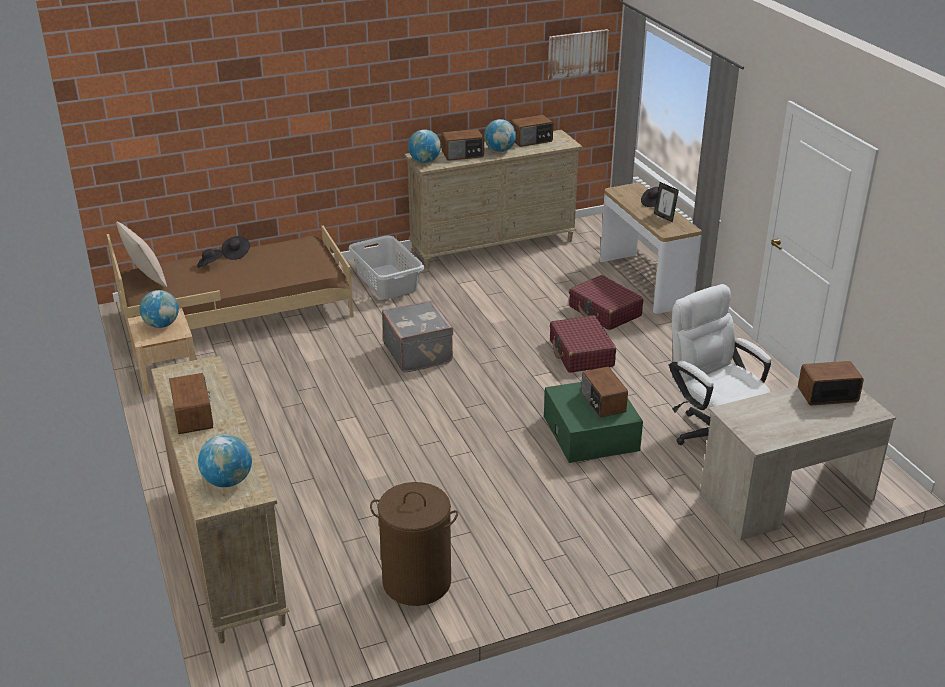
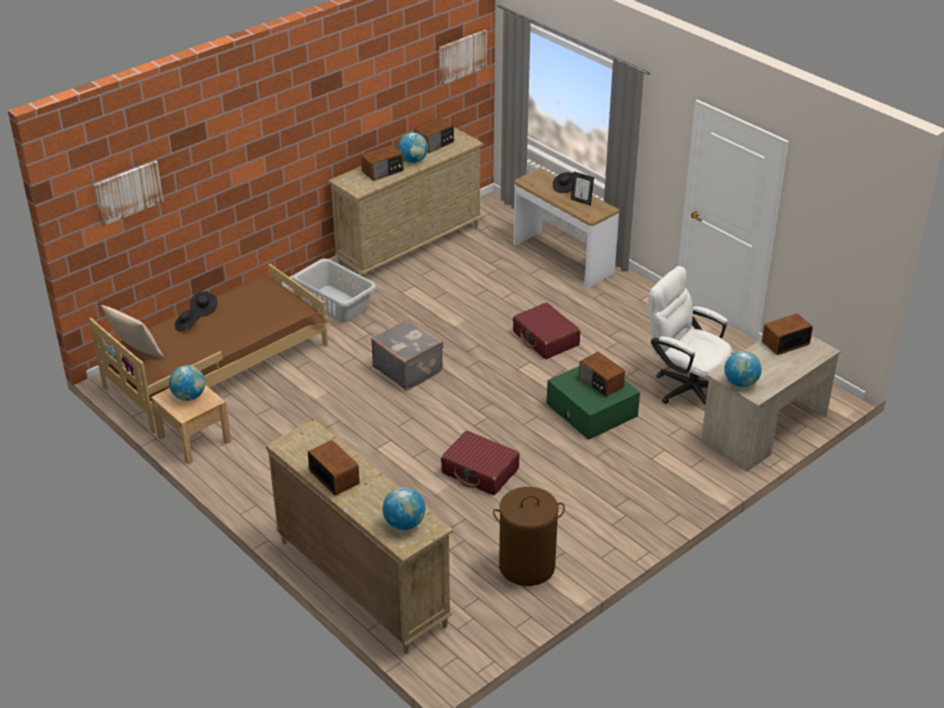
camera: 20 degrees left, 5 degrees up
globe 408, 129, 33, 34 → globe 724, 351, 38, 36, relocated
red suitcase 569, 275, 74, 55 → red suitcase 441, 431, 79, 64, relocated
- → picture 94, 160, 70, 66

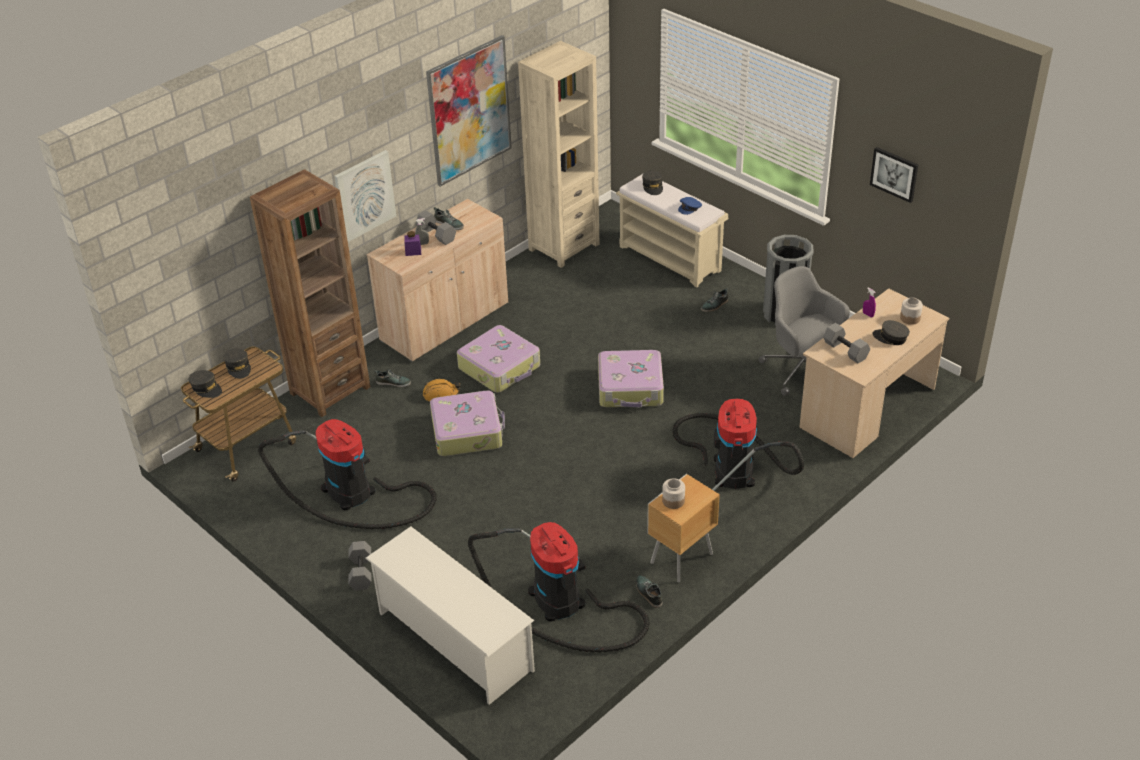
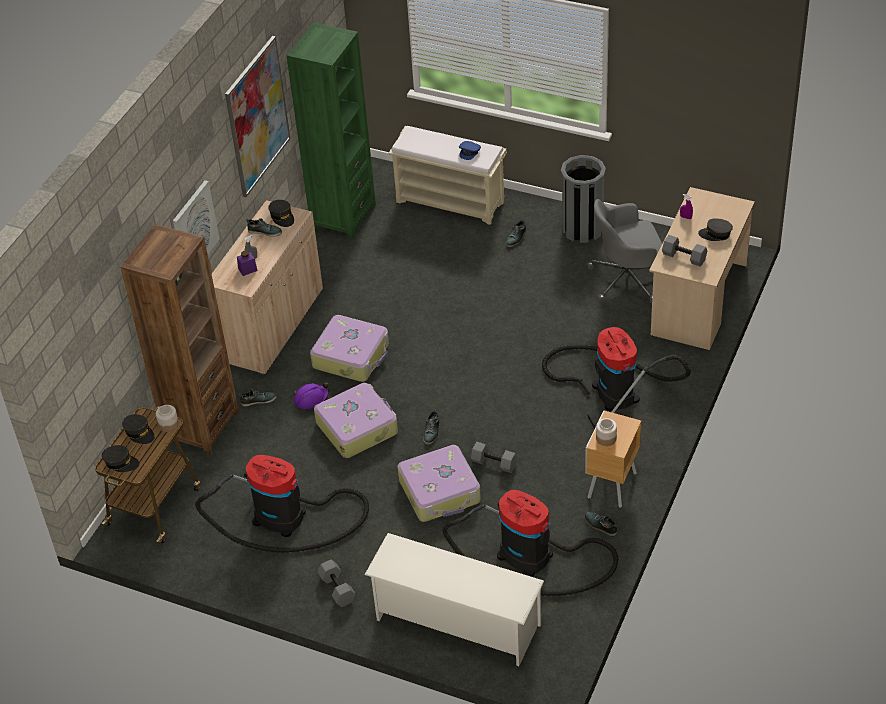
camera: 20 degrees left, 5 degrees up
grey dumbbell 416, 211, 40, 34 → grey dumbbell 471, 442, 46, 31, relocated
orange hard hat 423, 379, 37, 23 → purple hard hat 293, 383, 36, 26
beige bookcase 518, 41, 81, 227 → green bookcase 287, 22, 89, 217
suitcase 598, 350, 66, 57 → suitcase 397, 445, 84, 77, relocated
grey cap 642, 171, 21, 24 → grey cap 268, 200, 26, 27, relocated
grey office chair 759, 266, 91, 130 → grey office chair 587, 199, 75, 105, 45 degrees counterclockwise
picture 870, 147, 48, 56 → -
jar 900, 298, 23, 27 → jar 156, 405, 23, 27, relocated
- → shoe 423, 409, 16, 36

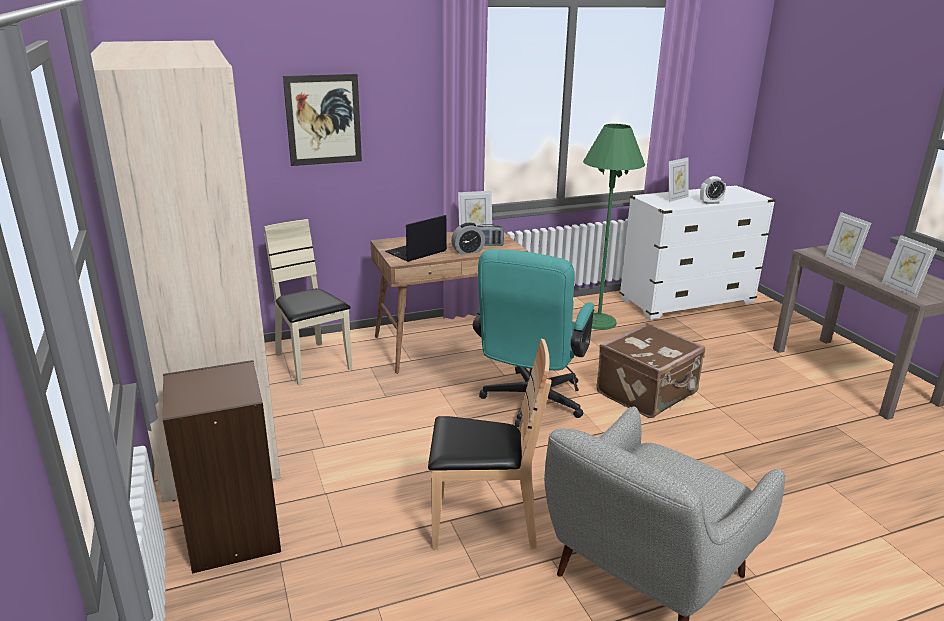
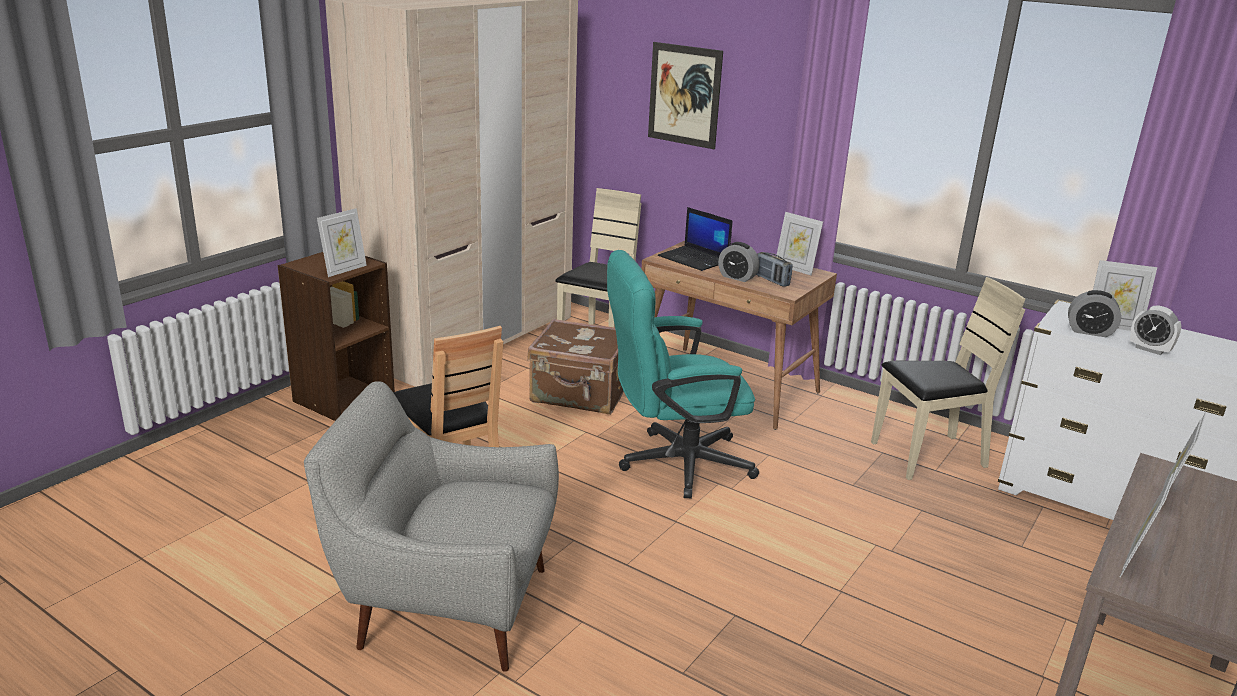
camera: 55 degrees right, 0 degrees up
laptop 385, 215, 62, 47 → laptop 658, 207, 75, 64, 150 degrees counterclockwise
green floor lamp 583, 124, 62, 206 → beige chair 871, 277, 154, 203
brown suitcase 596, 323, 109, 95 → brown suitcase 527, 319, 97, 95, relocated
- → picture frame 317, 208, 50, 69
- → alarm clock 1068, 290, 53, 47

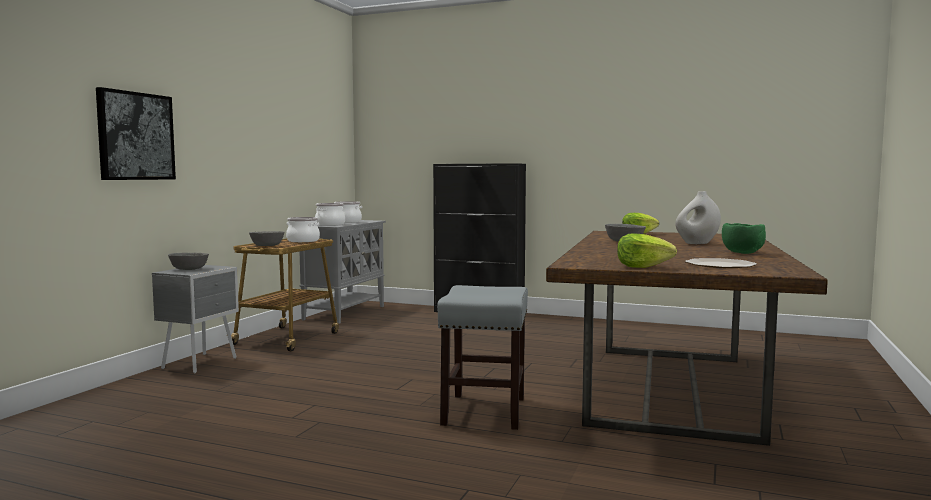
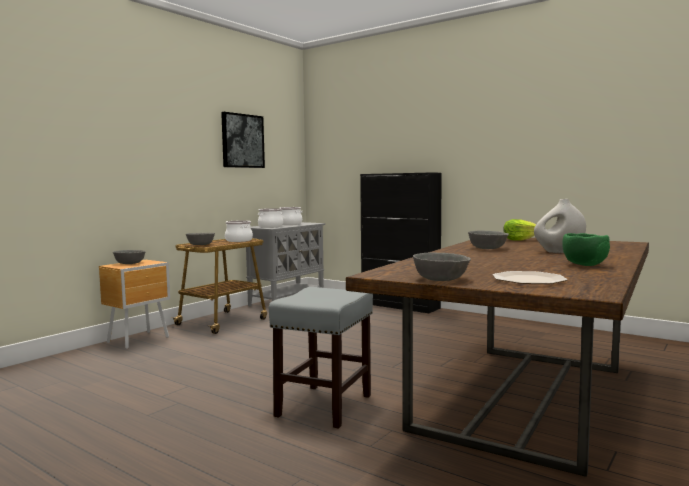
camera: 15 degrees right, 0 degrees up
picture 96, 87, 80, 93 → picture 221, 112, 44, 56, relocated
grey nightstand 152, 265, 87, 109 → brown nightstand 99, 260, 71, 89
lettuce 617, 233, 60, 35 → grey bowl 413, 253, 58, 28

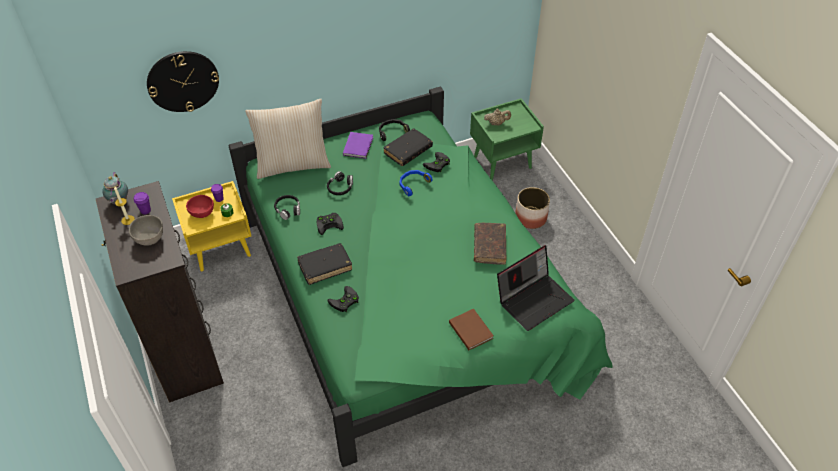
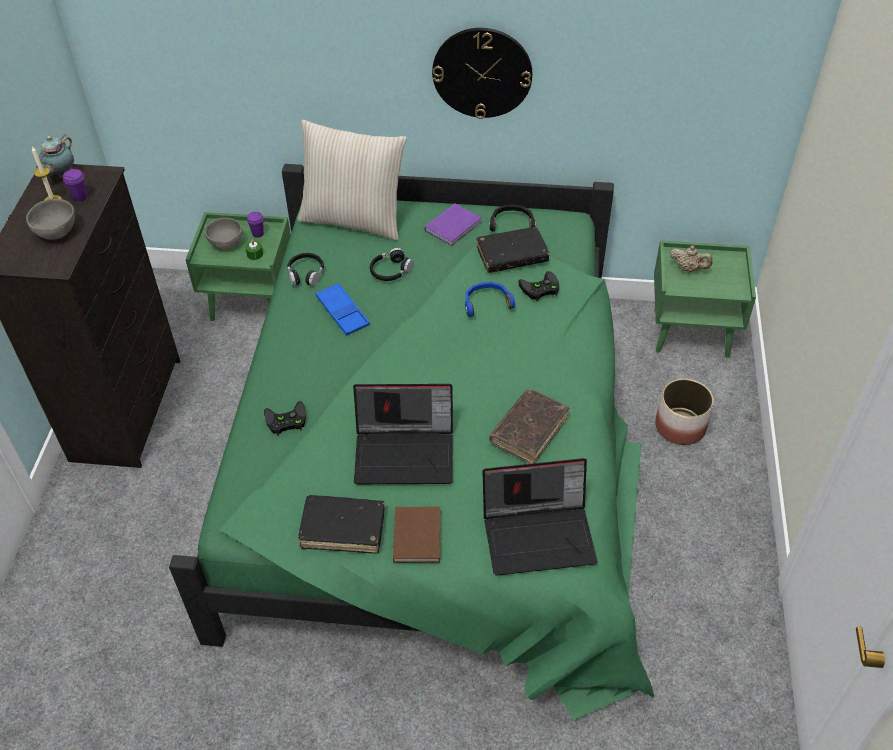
camera: 30 degrees right, 0 degrees up
wall clock 147, 51, 72, 61 → wall clock 432, 28, 100, 91, relocated
yellow nightstand 172, 181, 79, 91 → green nightstand 185, 212, 106, 109
red bowl 186, 195, 28, 23 → grey bowl 205, 218, 37, 31
black book 297, 243, 55, 42 → black book 298, 495, 87, 59, relocated
black game controller 317, 213, 27, 22 → blue tray 316, 283, 54, 53
- → laptop 353, 384, 100, 100

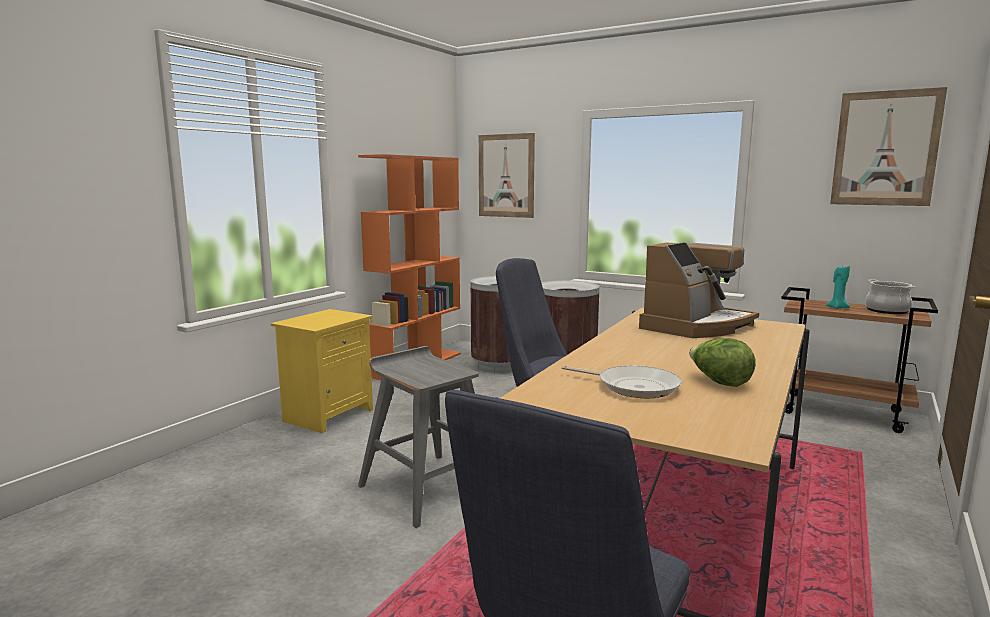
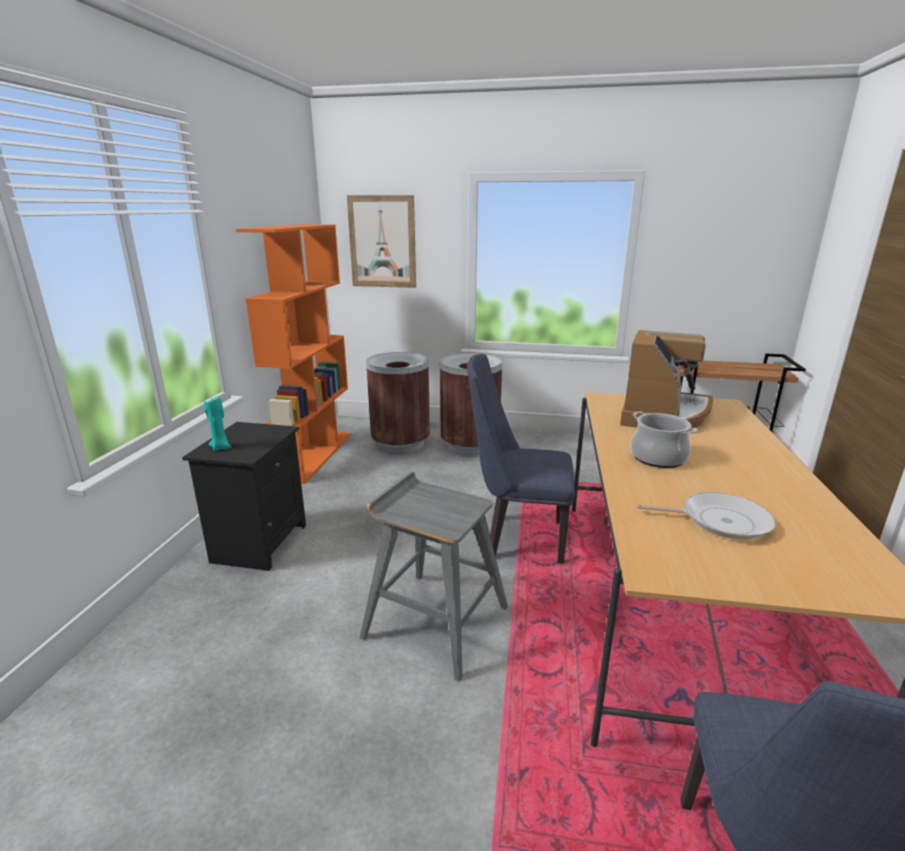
camera: 20 degrees left, 10 degrees up
yellow nightstand 271, 309, 102, 124 → black nightstand 182, 422, 124, 149
lettuce 689, 338, 67, 49 → -
turquoise candle 826, 264, 24, 45 → turquoise candle 204, 396, 27, 55, relocated
picture 830, 87, 117, 119 → -
cooking pot 865, 279, 51, 35 → cooking pot 630, 411, 68, 57, relocated

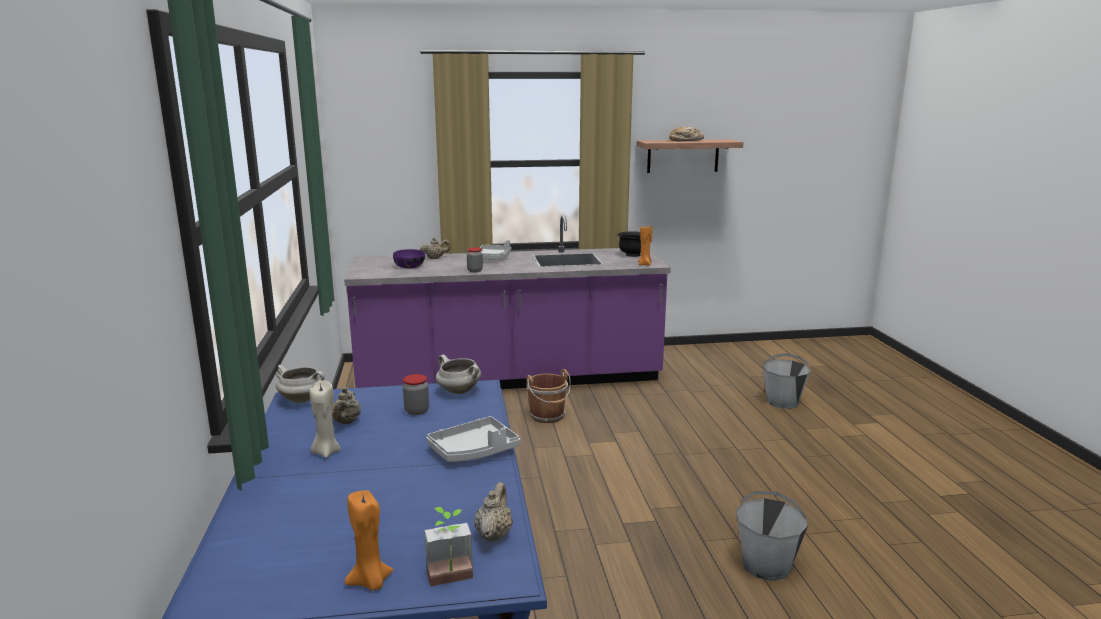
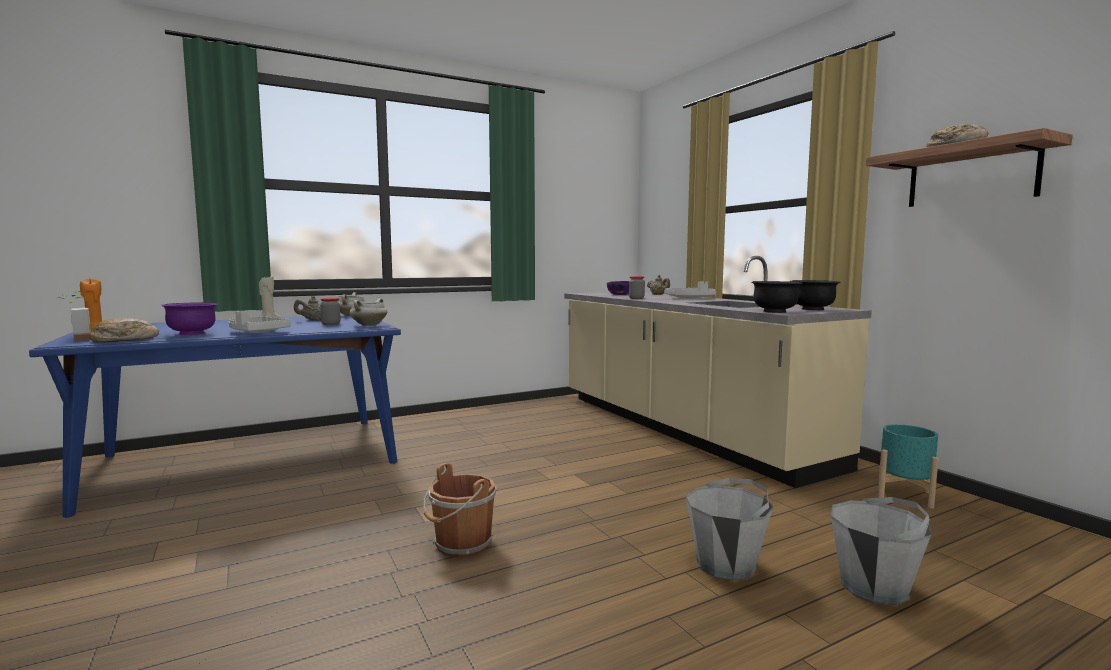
camera: 70 degrees right, 10 degrees down
purple counter 344, 215, 327, 174 → beige counter 564, 256, 308, 232
beige teapot 474, 482, 39, 60 → bread 90, 318, 69, 25
brown bucket 526, 369, 45, 54 → brown bucket 423, 463, 75, 94, relocated
orange candle 638, 226, 14, 40 → black bowl 752, 281, 51, 32
grey bucket 736, 491, 73, 90 → grey bucket 686, 478, 87, 103, relocated
- → purple bowl 161, 302, 57, 33
- → turquoise planter 878, 424, 61, 85

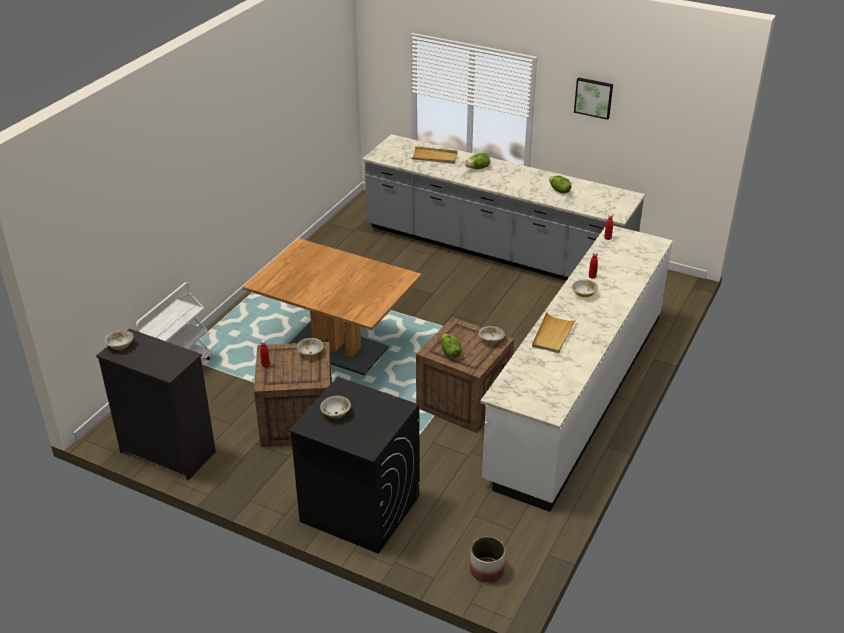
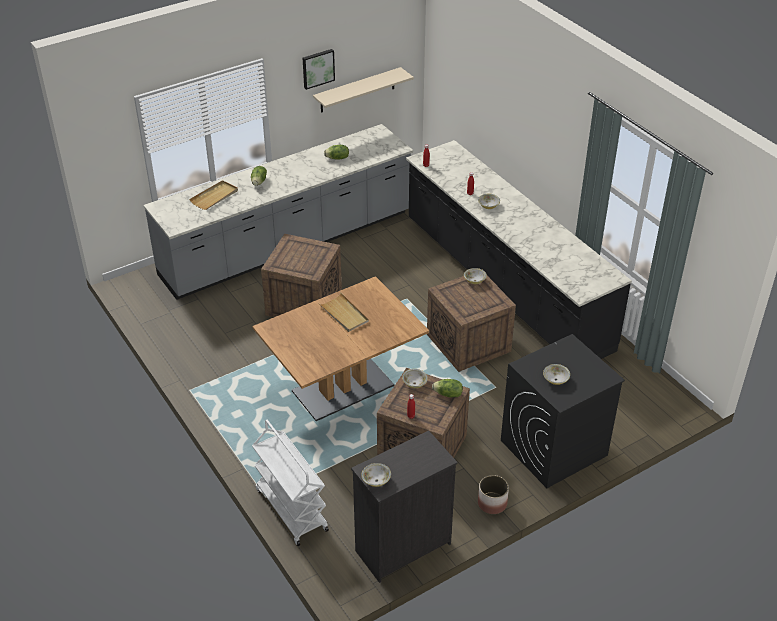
camera: 60 degrees left, 5 degrees up
lettuce 441, 334, 21, 24 → lettuce 432, 379, 31, 19, relocated
planter 470, 536, 35, 47 → planter 478, 475, 31, 39, relocated
white counter 480, 226, 193, 286 → black counter 406, 140, 226, 219
beige tray 532, 312, 44, 41 → beige tray 318, 293, 51, 39, relocated
- → crate 261, 234, 81, 83
- → beige shelf 313, 67, 101, 46

